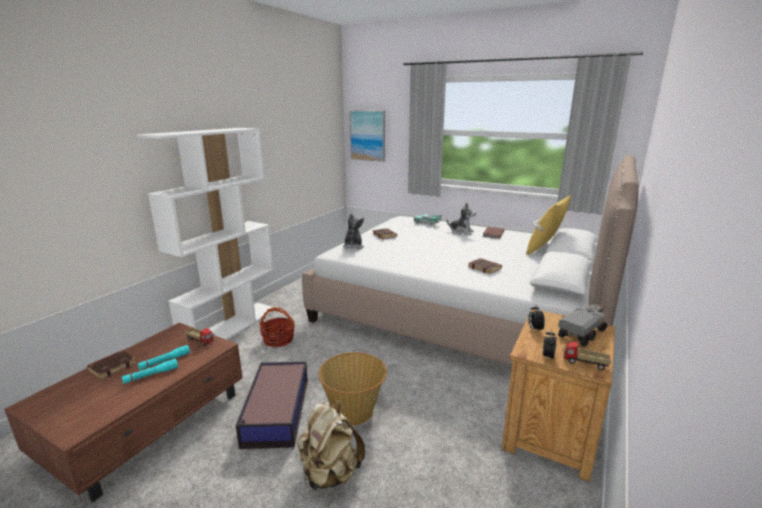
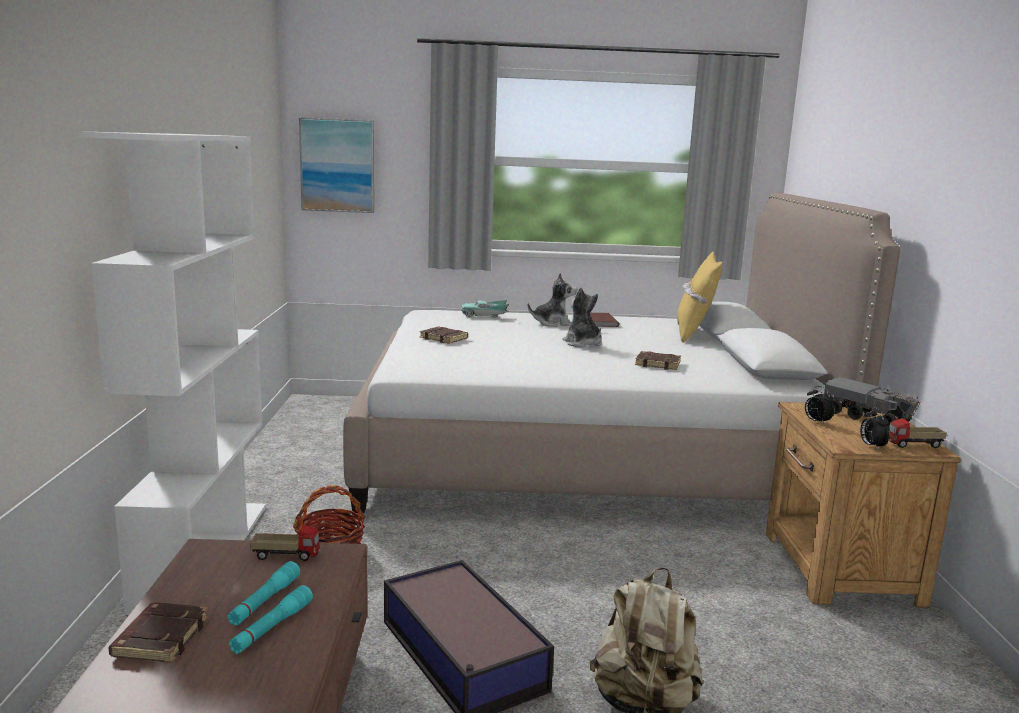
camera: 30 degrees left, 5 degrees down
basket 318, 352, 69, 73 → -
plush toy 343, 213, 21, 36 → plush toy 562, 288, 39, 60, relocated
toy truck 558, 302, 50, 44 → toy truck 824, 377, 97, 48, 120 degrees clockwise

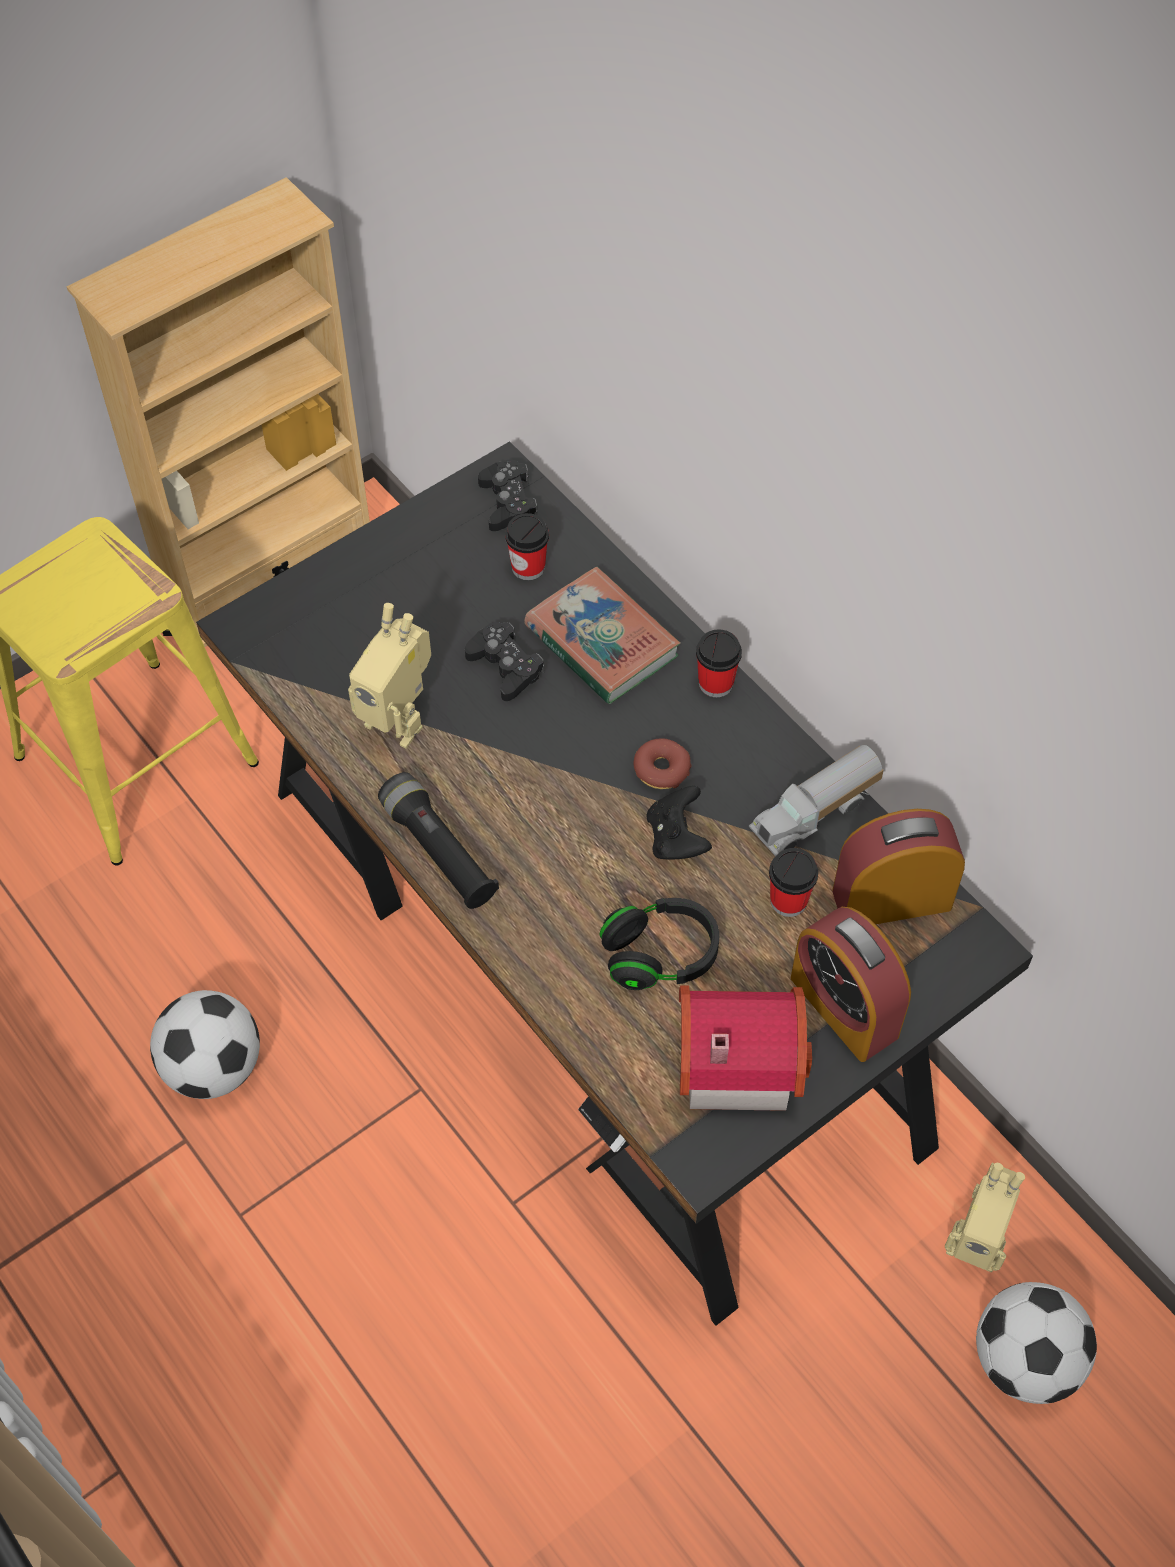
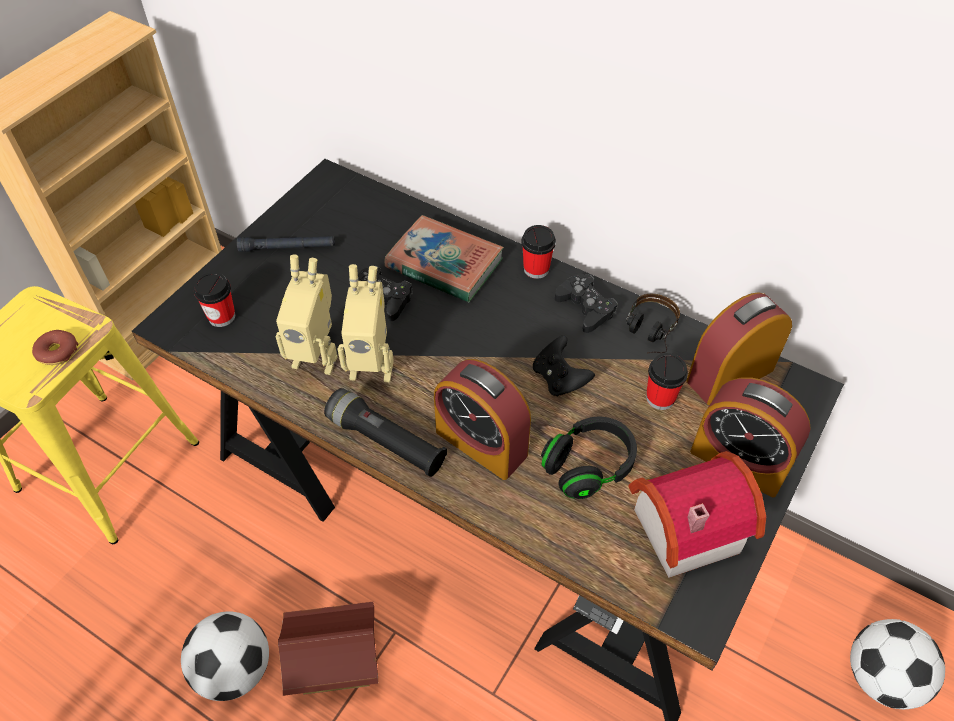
camera: 20 degrees left, 5 degrees down
black game controller 478, 460, 60, 71 → black game controller 555, 274, 63, 59, relocated
cup 505, 513, 44, 67 → cup 194, 272, 41, 55, relocated
donut 633, 738, 58, 51 → donut 32, 330, 47, 35, relocated
toy truck 749, 745, 135, 111 → headphones 626, 294, 54, 60
toy robot 945, 1163, 80, 109 → toy robot 338, 264, 56, 118, relocated
- → black flashlight 237, 236, 98, 16
- → toy house 278, 602, 100, 94
- → alarm clock 434, 359, 97, 121

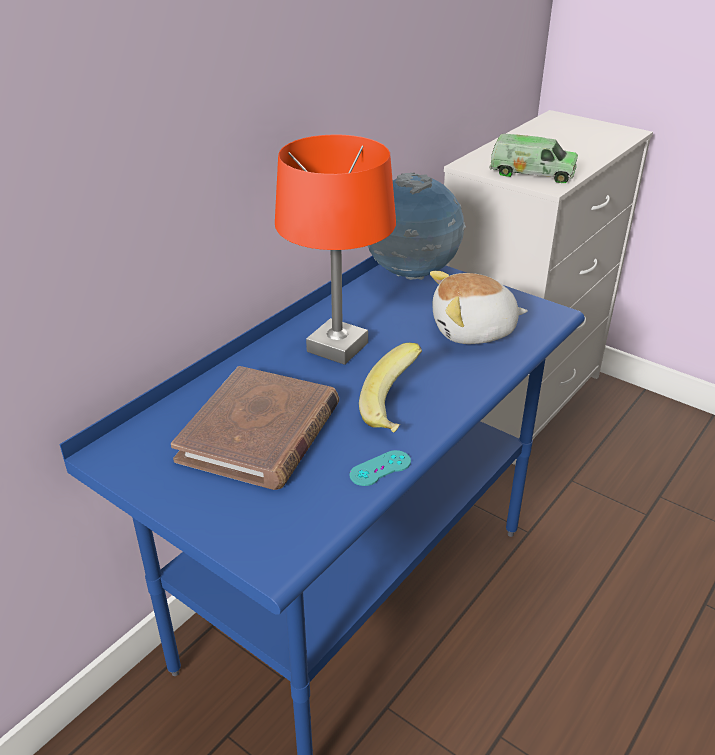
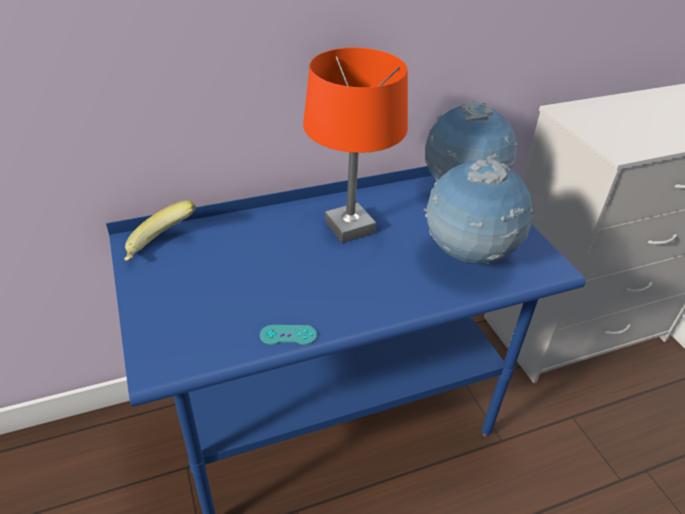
camera: 30 degrees right, 5 degrees up
brown book 171, 366, 168, 124 → -
banana 359, 343, 63, 90 → banana 124, 200, 72, 61, relocated
plush toy 430, 271, 98, 73 → globe 424, 158, 109, 106
toy truck 489, 134, 89, 49 → -

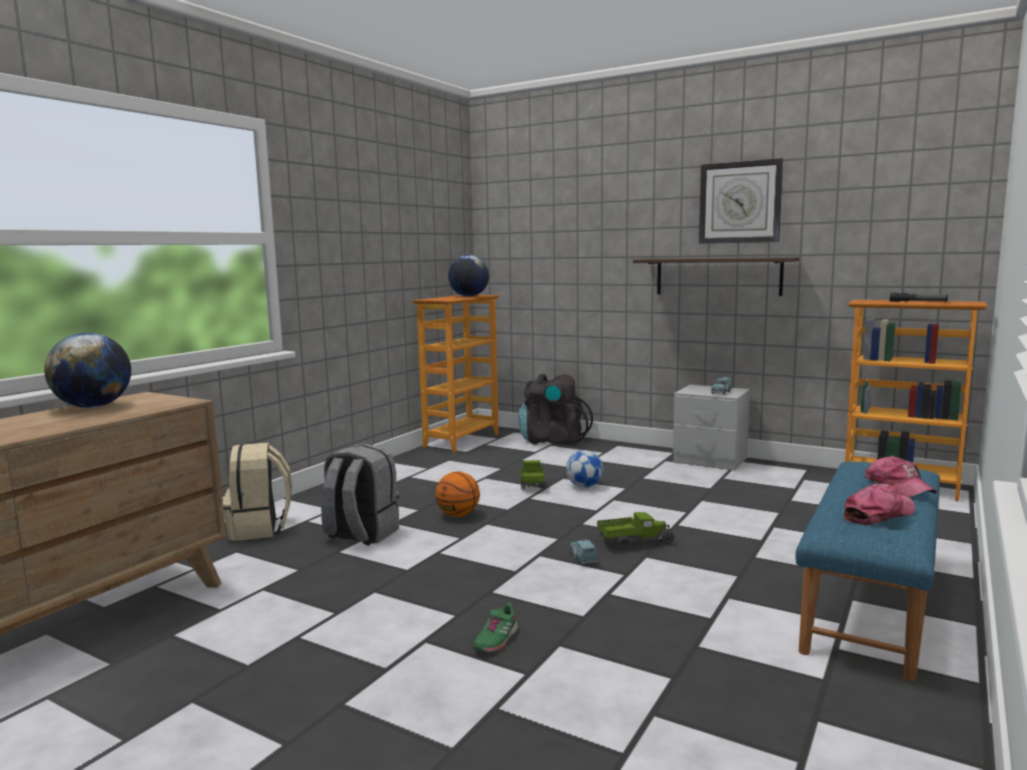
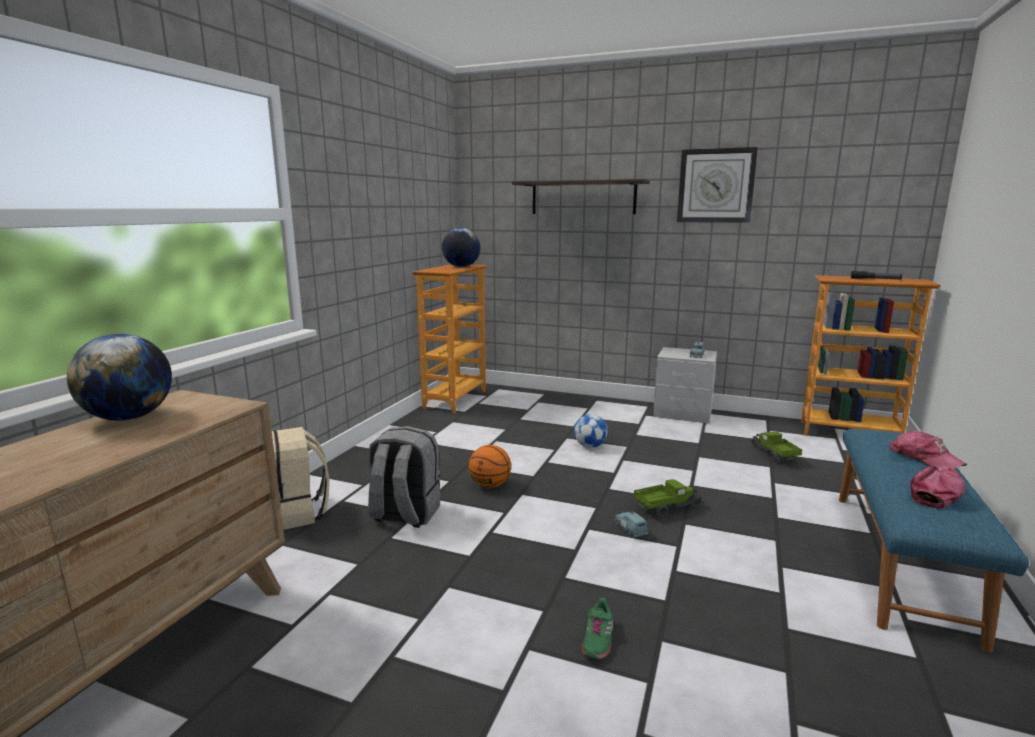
camera: 10 degrees left, 5 degrees up
black backpack 518, 374, 75, 71 → -
toy truck 519, 460, 26, 30 → toy truck 752, 432, 51, 30, relocated
shelf 633, 257, 166, 39 → shelf 512, 179, 138, 35, relocated

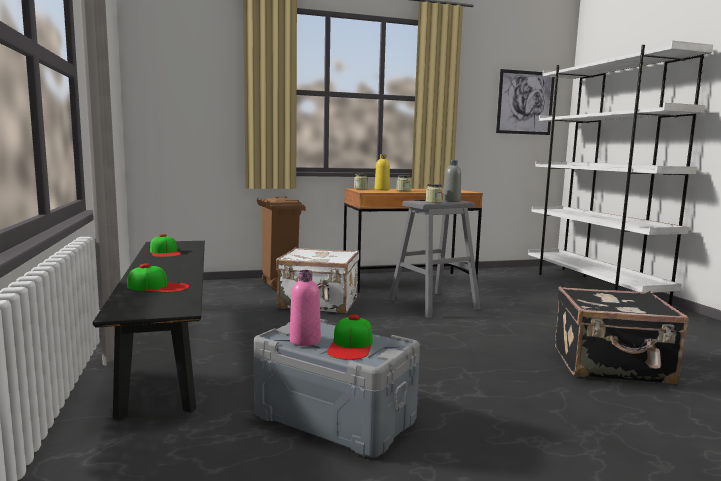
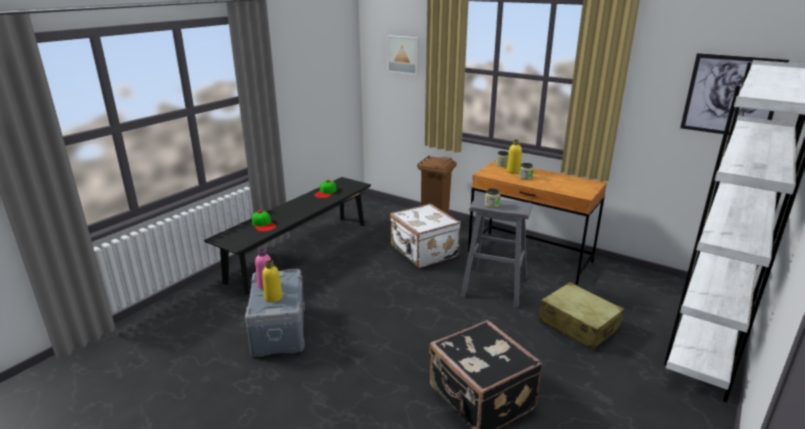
camera: 50 degrees right, 15 degrees up
cap 327, 314, 46, 46 → yellow bottle 262, 260, 20, 42
grey bottle 443, 160, 18, 42 → -
- → picture 387, 35, 32, 40
- → beige suitcase 538, 282, 87, 68

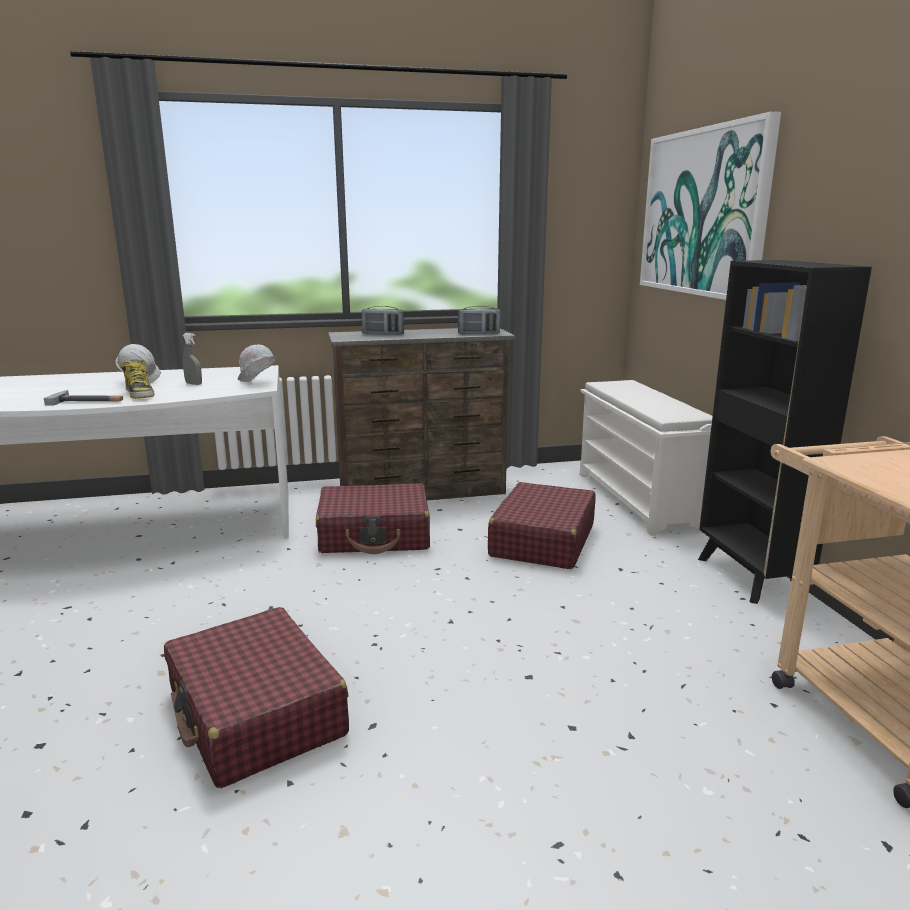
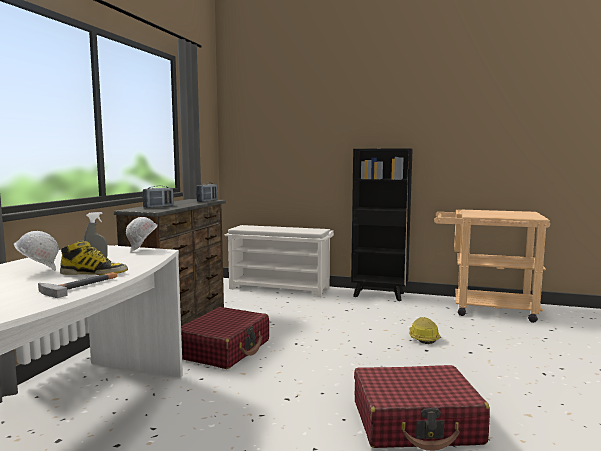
camera: 60 degrees left, 10 degrees down
red suitcase 488, 482, 107, 87 → -
picture 640, 112, 141, 188 → -
- → hard hat 409, 317, 32, 27

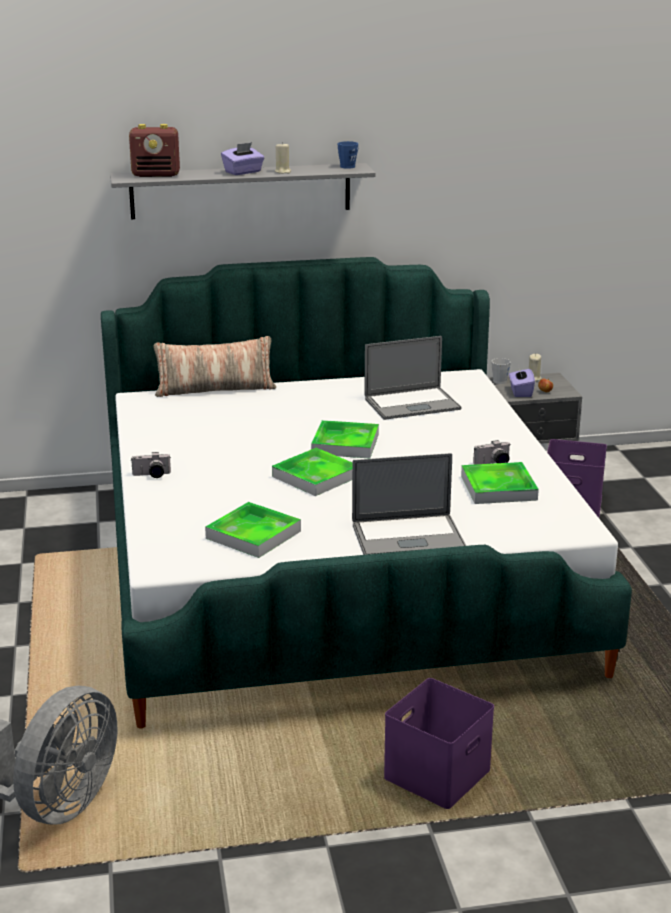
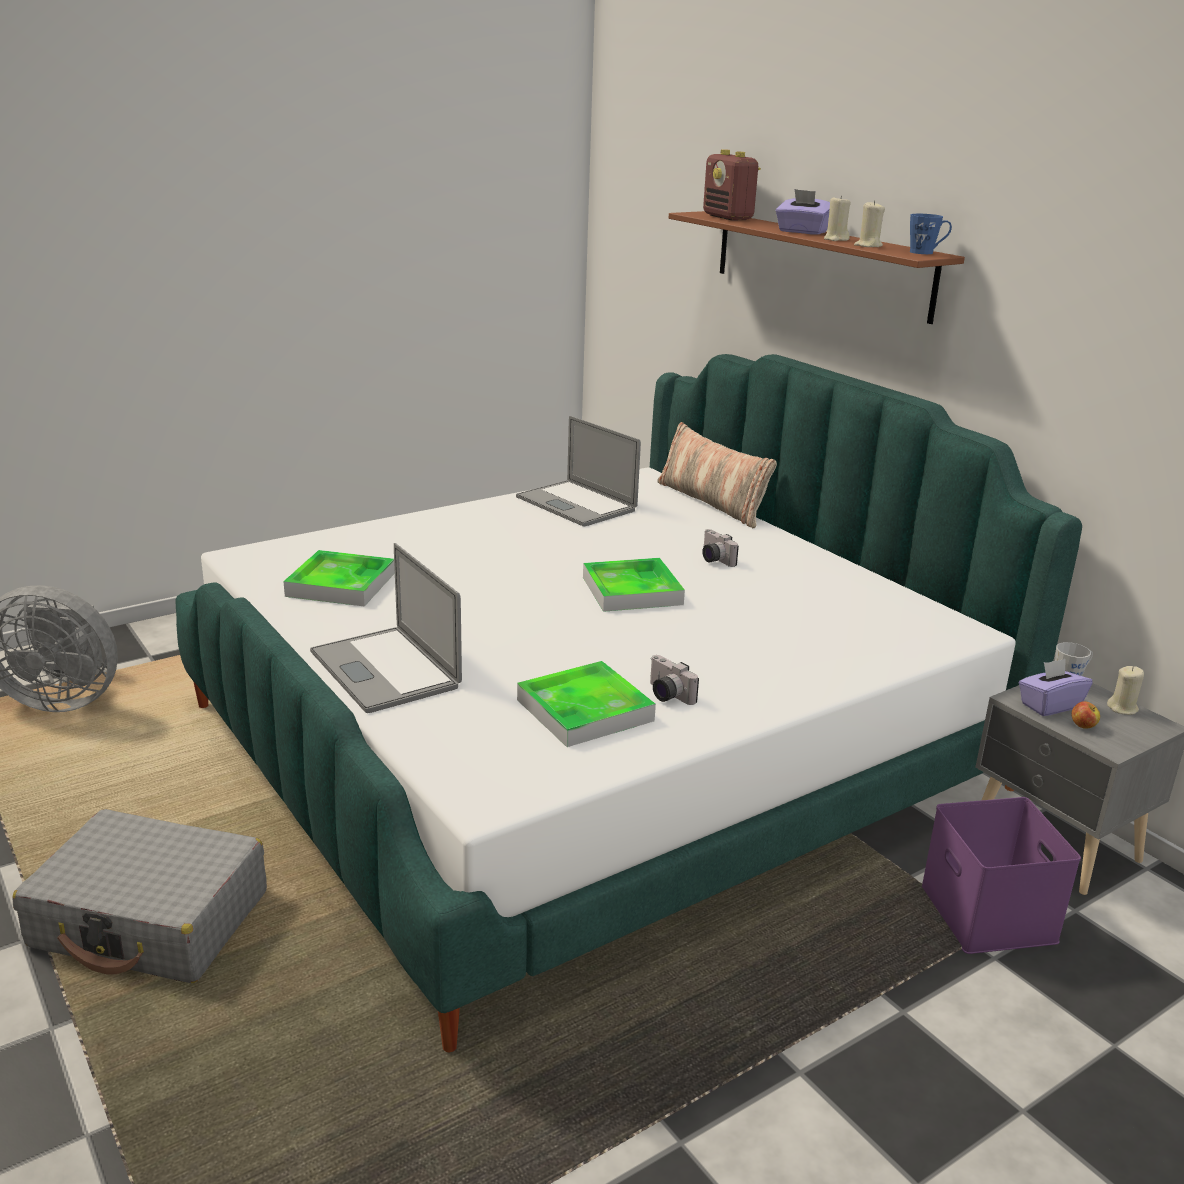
camera: 65 degrees right, 0 degrees up
grey shelf 110, 163, 265, 56 → brown shelf 669, 211, 296, 113
photo camera 131, 452, 40, 26 → photo camera 702, 529, 37, 38, relocated
tray 272, 448, 80, 48 → -
laptop 364, 336, 97, 84 → laptop 516, 416, 125, 111, relocated
purple storage box 384, 678, 110, 131 → grey suitcase 12, 809, 255, 174
- → beige candle 854, 201, 31, 46

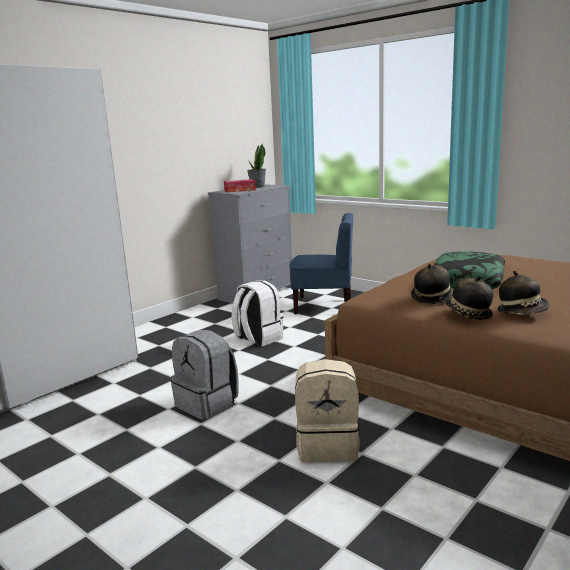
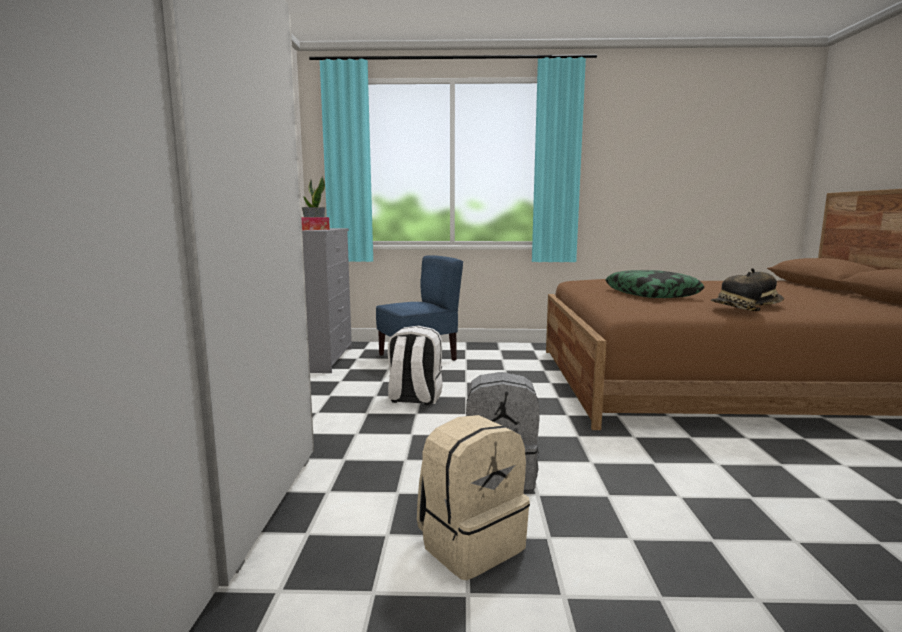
camera: 40 degrees left, 5 degrees down
beige backpack 295, 359, 65, 103 → beige backpack 417, 415, 113, 165, relocated
hat 411, 264, 42, 40 → -

